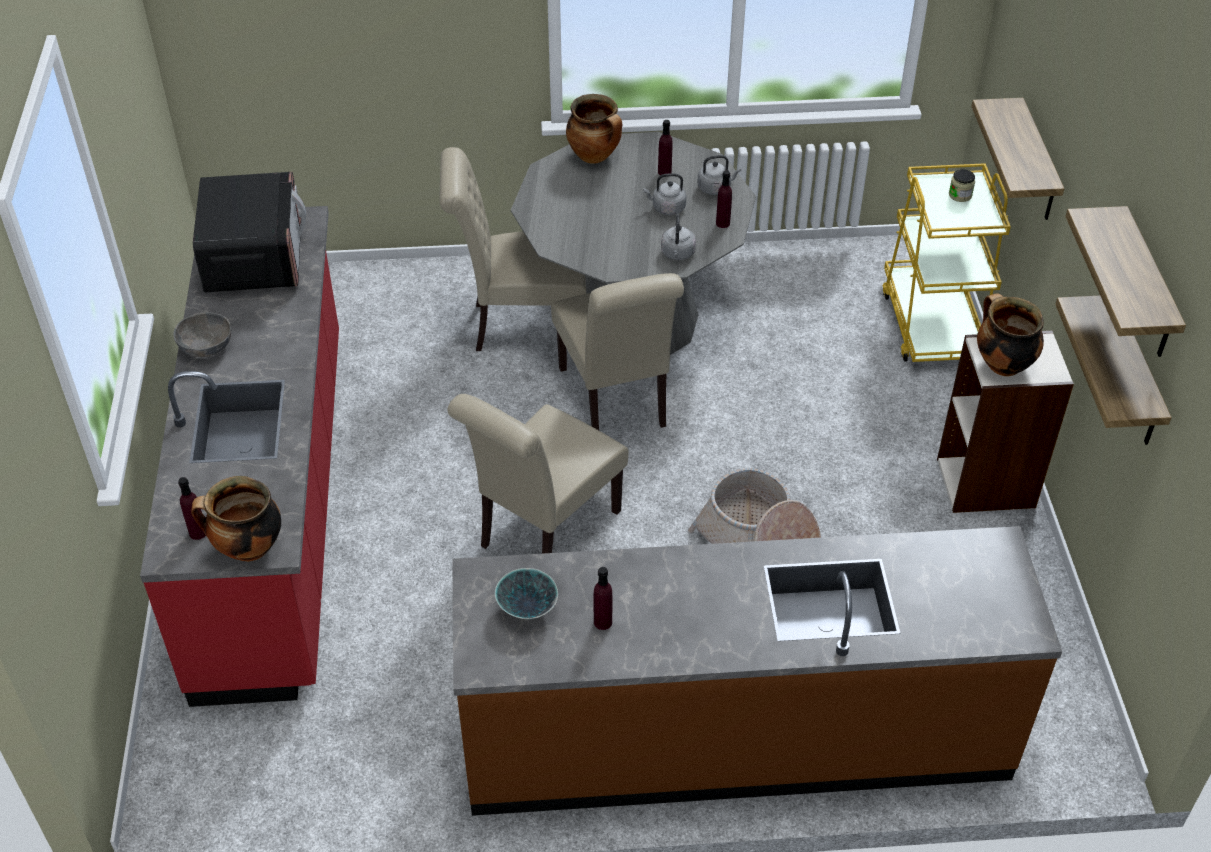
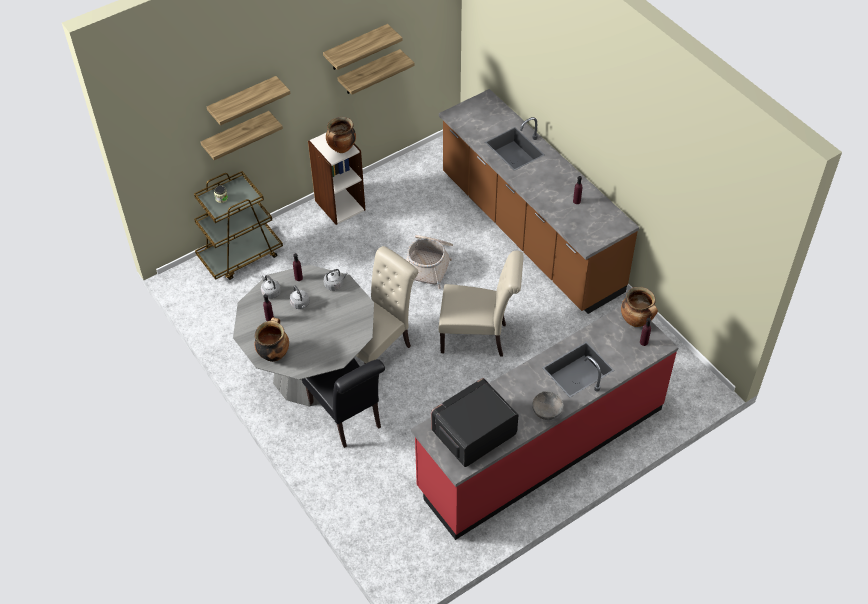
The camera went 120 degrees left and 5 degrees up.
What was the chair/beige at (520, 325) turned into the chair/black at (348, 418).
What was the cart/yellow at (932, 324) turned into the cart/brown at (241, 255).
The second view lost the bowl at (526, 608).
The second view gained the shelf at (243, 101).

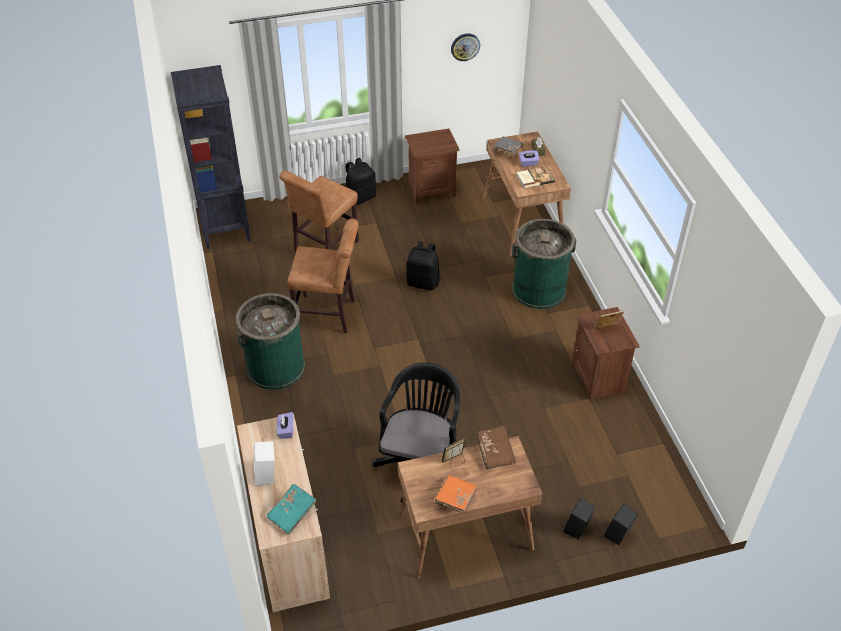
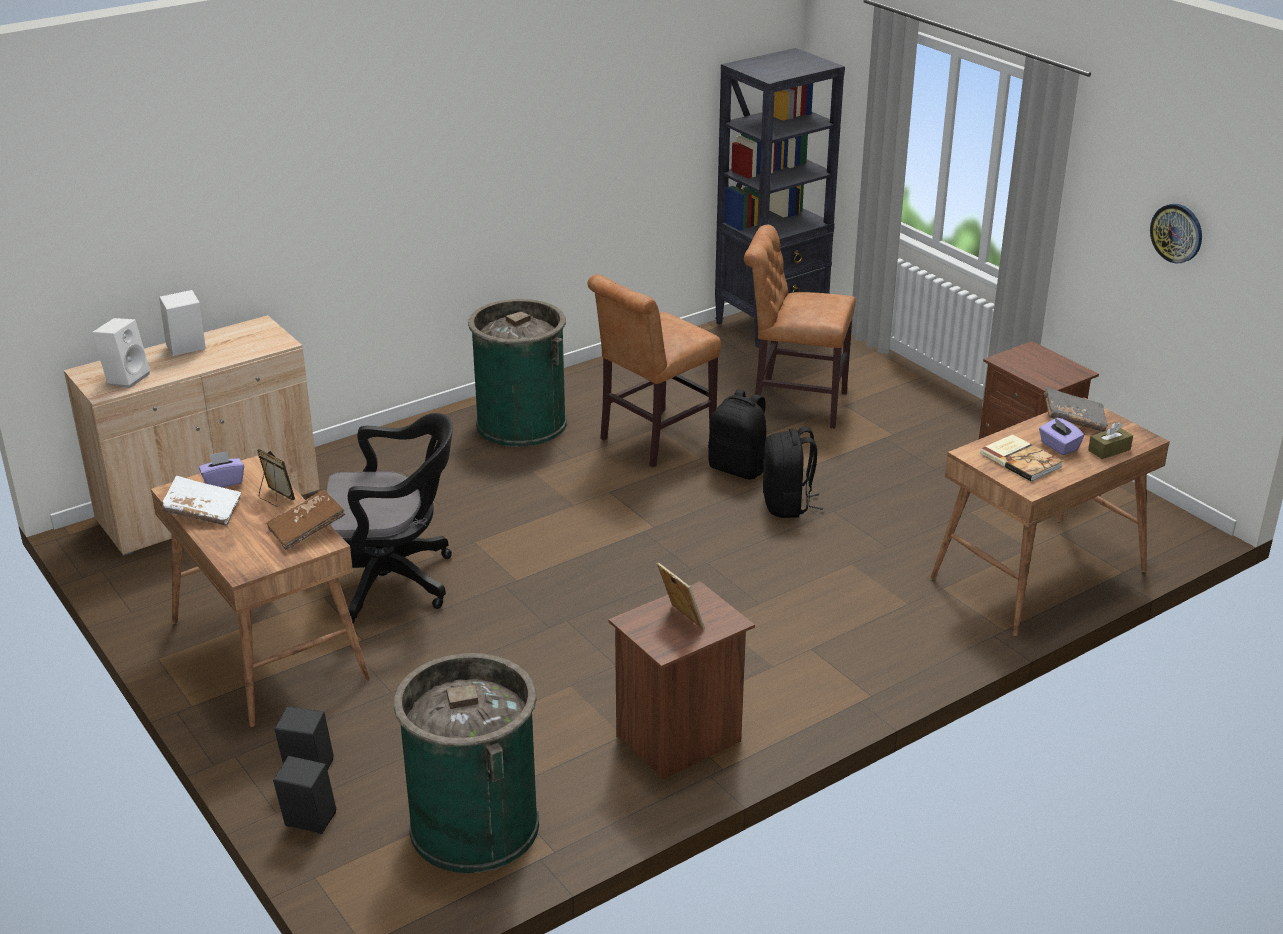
The camera went 70 degrees right and 15 degrees down.
The backpack/black ended up elsewhere, having gone from (360, 197) to (739, 468).
The chair/brown at (329, 315) ended up facing another way, 60 degrees clockwise from before.
The trash can/green ended up elsewhere, having gone from (539, 289) to (474, 826).
The tissue box/purple ended up elsewhere, having gone from (286, 430) to (223, 482).
What was the book/orange at (455, 498) turned into the book/white at (203, 511).
Where the book/turquoise stood at (292, 513), the speaker/white came to stand at (126, 378).

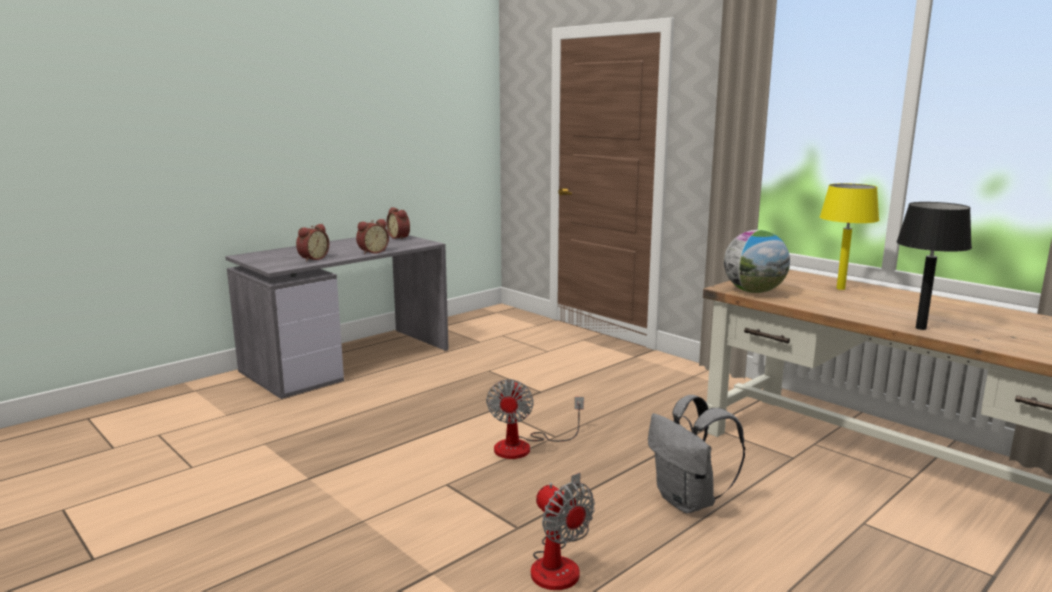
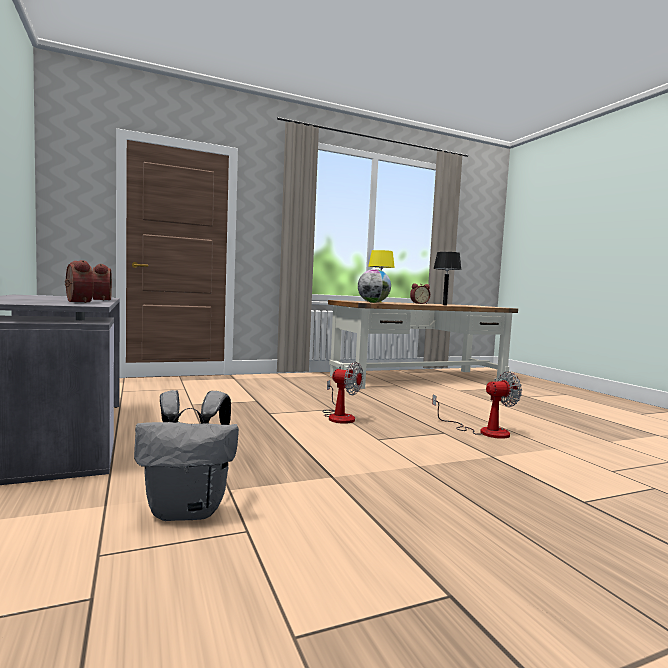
The camera went 70 degrees left and 10 degrees down.
The alarm clock ended up elsewhere, having gone from (400, 237) to (419, 303).
The backpack/grey ended up elsewhere, having gone from (688, 502) to (189, 510).

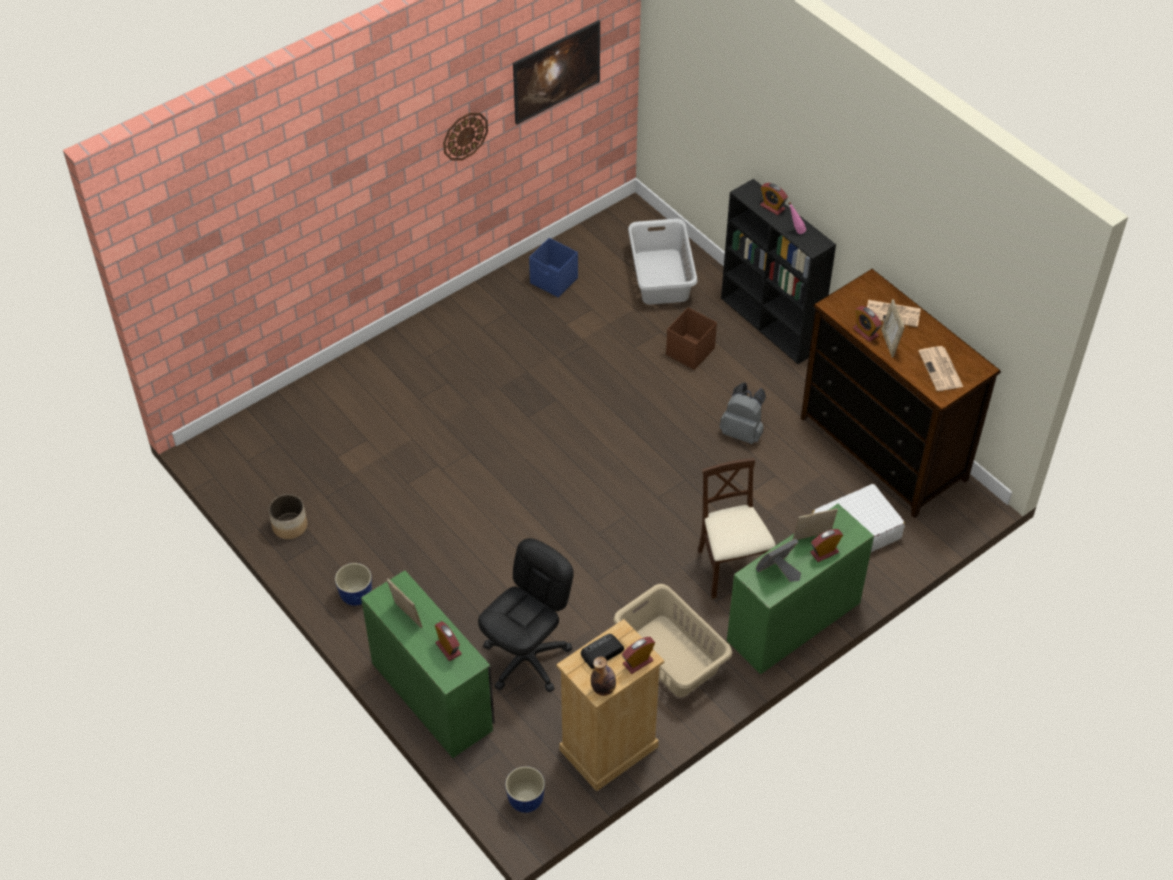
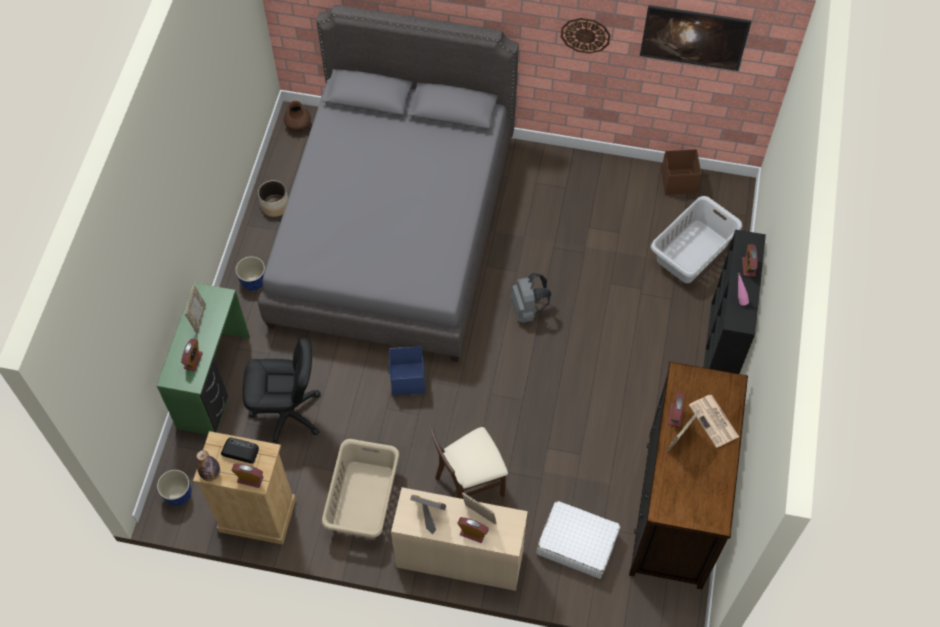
The camera went 50 degrees right and 10 degrees up.
The storage box/blue ended up elsewhere, having gone from (554, 281) to (407, 380).
The storage box/brown ended up elsewhere, having gone from (689, 352) to (677, 181).
The second view lost the newspaper at (941, 369).
The backpack/grey ended up elsewhere, having gone from (743, 432) to (527, 309).
The chair/beige at (731, 569) ended up facing another way, 150 degrees counterclockwise from before.
What was the desk/green at (792, 621) turned into the desk/beige at (460, 556).
The second view gained the bed/grey at (393, 230).
The second view gained the vase/brown at (298, 126).

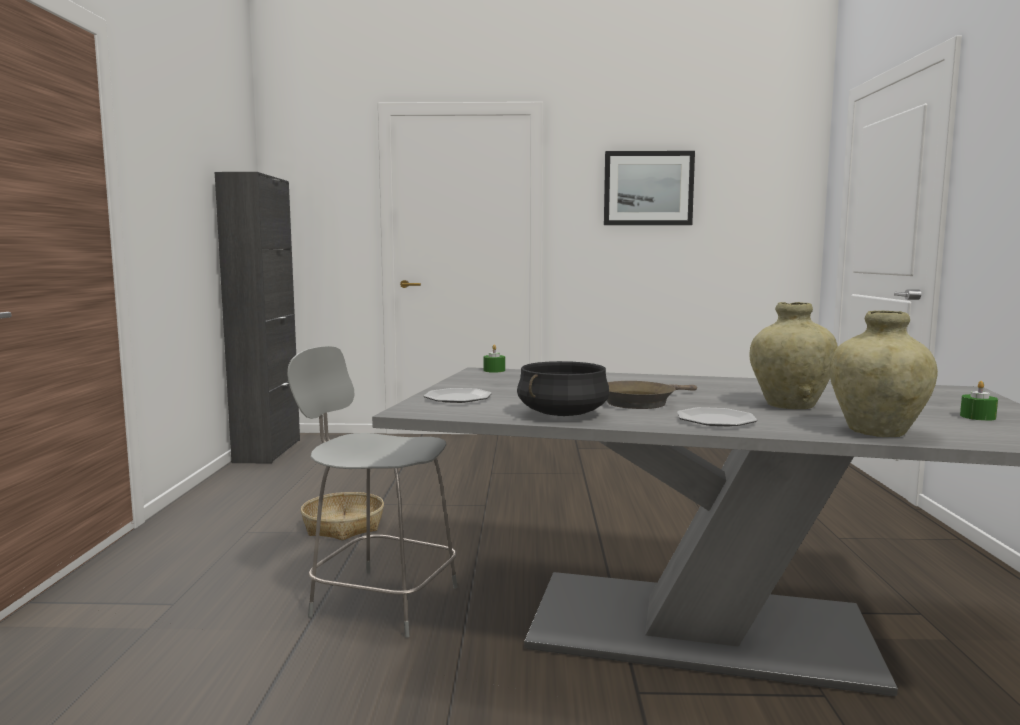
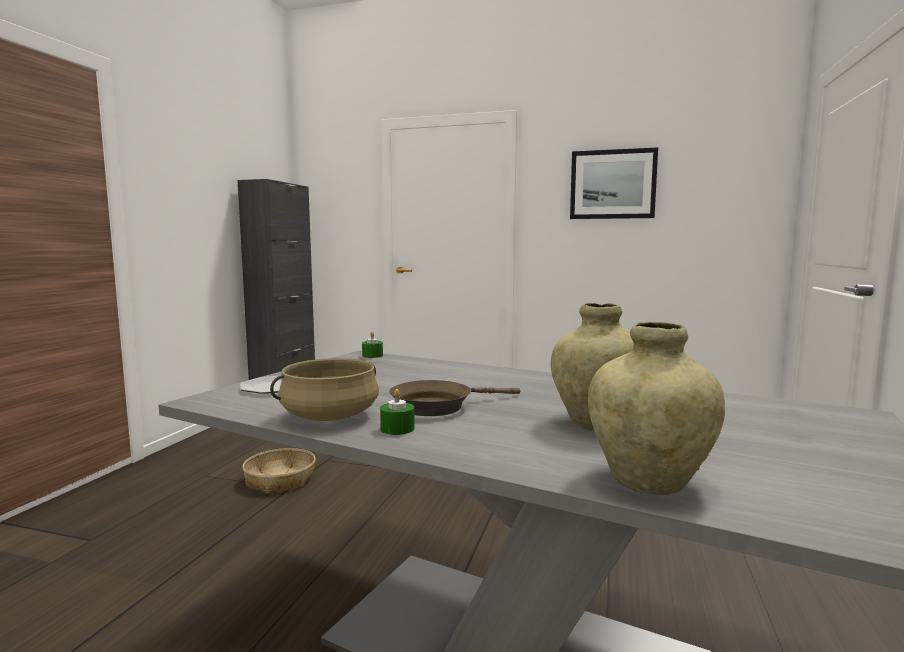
The camera went 15 degrees right and 0 degrees up.
The second view lost the chair/grey at (380, 600).
What was the cooking pot/black at (562, 414) turned into the cooking pot/beige at (330, 416).
The candle/green ended up elsewhere, having gone from (977, 417) to (397, 429).
The second view lost the plate at (715, 420).

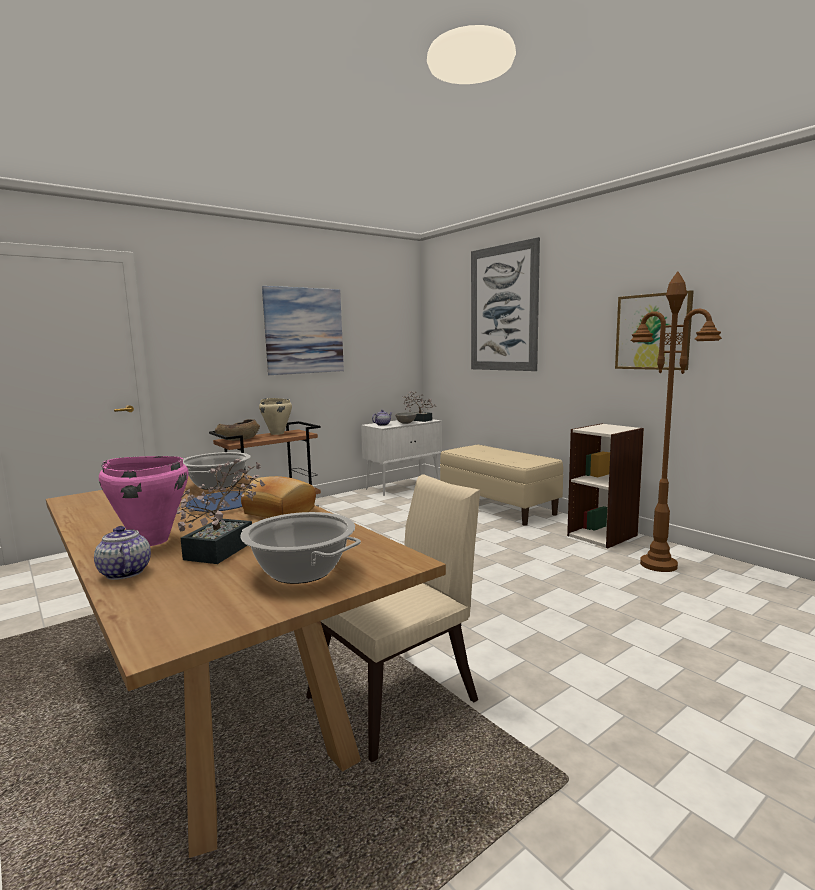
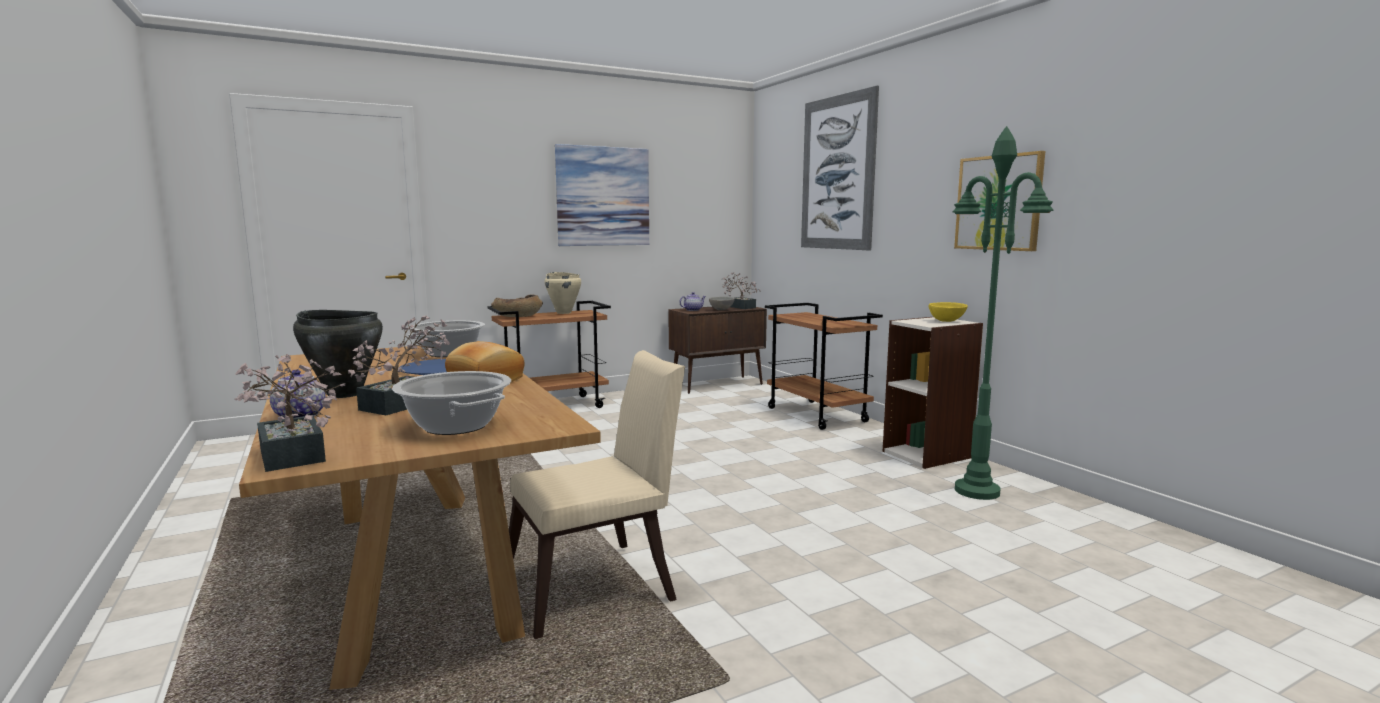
The camera went 10 degrees right and 0 degrees up.
What was the floor lamp/brown at (659, 565) turned into the floor lamp/green at (977, 491).
What was the cabinet/white at (404, 486) turned into the cabinet/brown at (717, 385).
Where the bench/beige stood at (499, 507), the cart/brown came to stand at (817, 415).
What was the cooking pot/pink at (151, 541) turned into the cooking pot/black at (344, 394).
The second view gained the bowl/yellow at (947, 321).
The second view gained the potted plant at (292, 458).

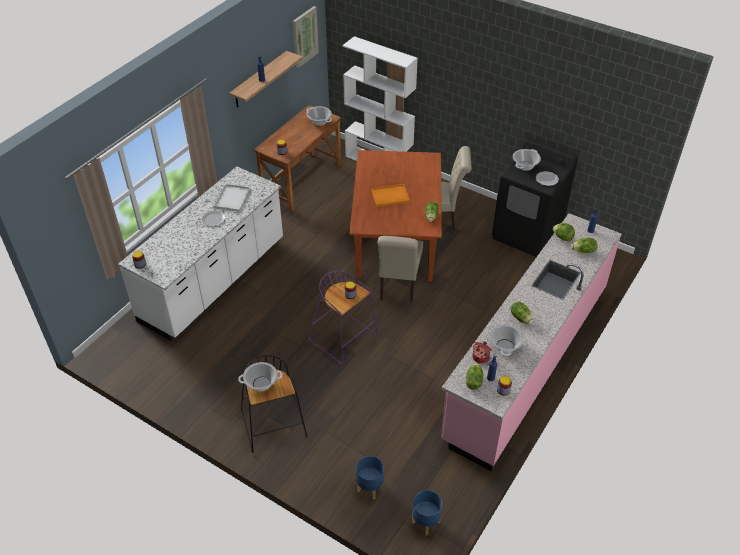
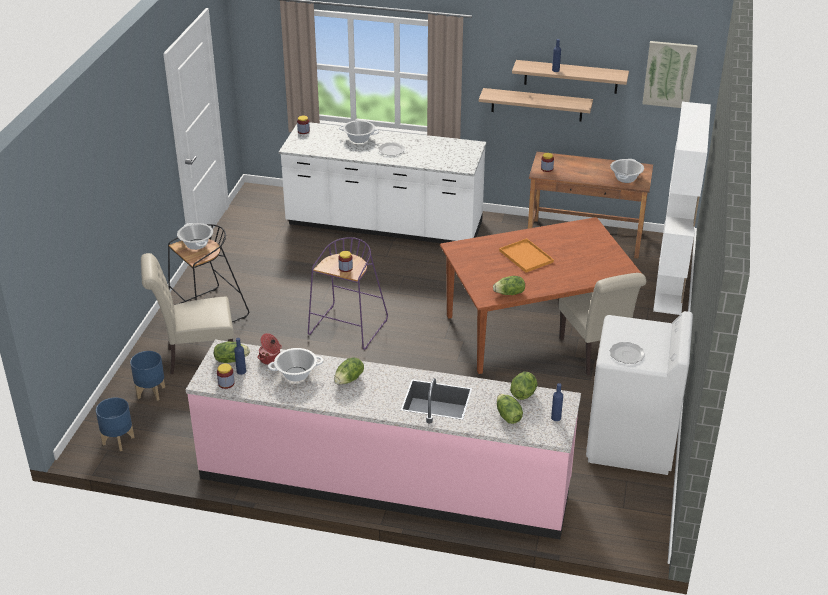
The camera went 70 degrees right and 10 degrees down.
What was the washing machine/black at (527, 233) turned into the washing machine/white at (631, 442).
The cooking pot ended up elsewhere, having gone from (525, 166) to (359, 139).
The second view lost the tray/white at (232, 199).
The chair/beige ended up elsewhere, having gone from (398, 286) to (196, 357).
The second view gained the shelf at (537, 104).

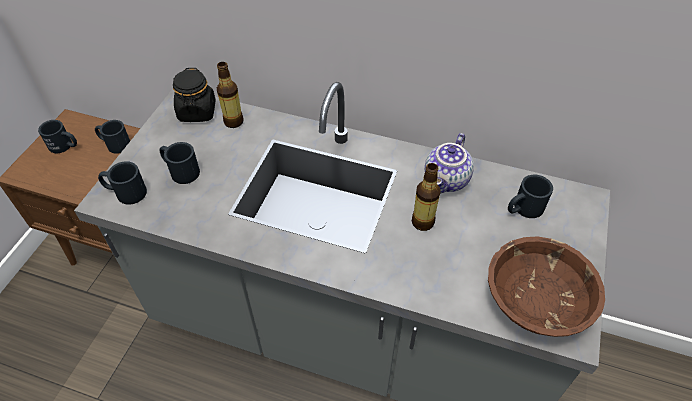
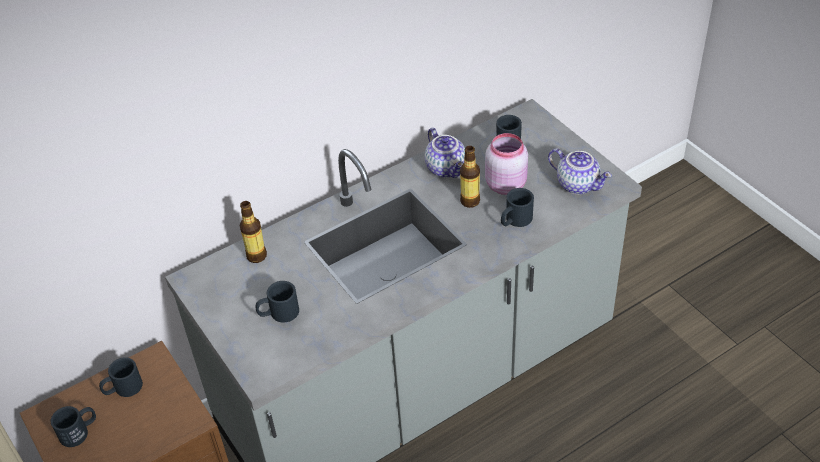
The camera went 50 degrees left and 5 degrees down.
The second view lost the jar/black at (197, 112).
The mug/black ended up elsewhere, having gone from (125, 192) to (515, 220).
Where the bowl/brown stood at (536, 300), the teapot came to stand at (578, 184).
The second view gained the jar/pink at (505, 184).

